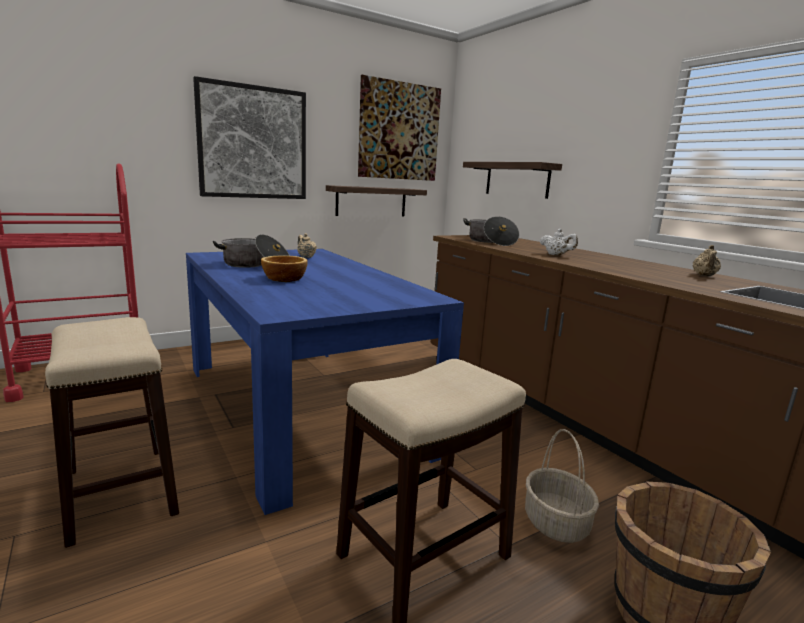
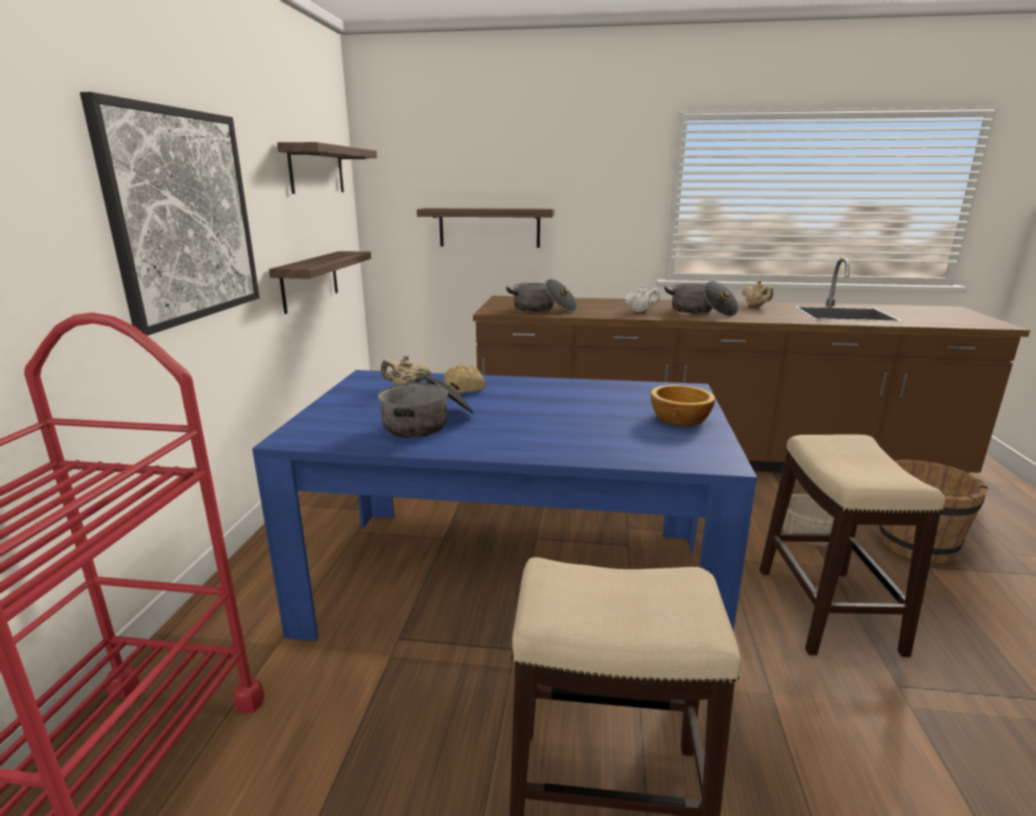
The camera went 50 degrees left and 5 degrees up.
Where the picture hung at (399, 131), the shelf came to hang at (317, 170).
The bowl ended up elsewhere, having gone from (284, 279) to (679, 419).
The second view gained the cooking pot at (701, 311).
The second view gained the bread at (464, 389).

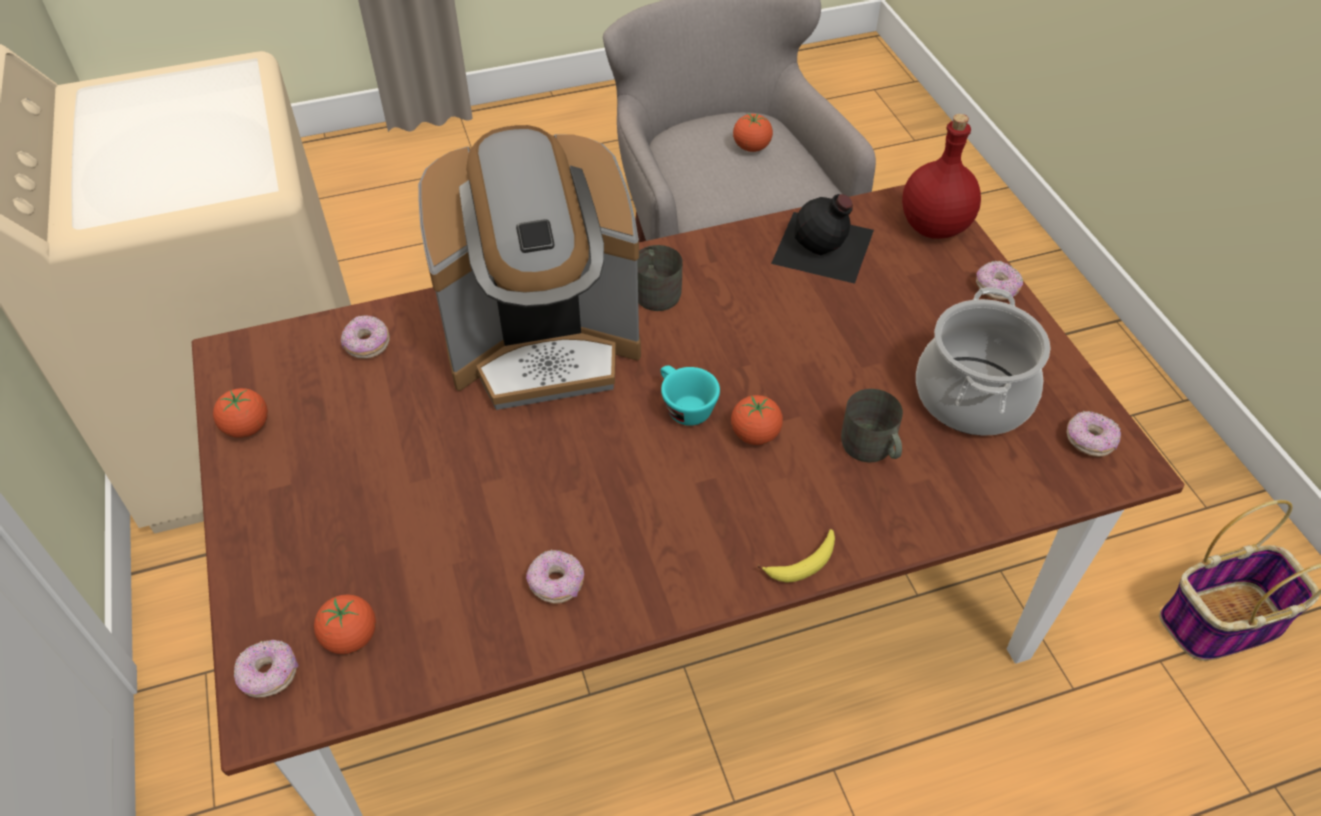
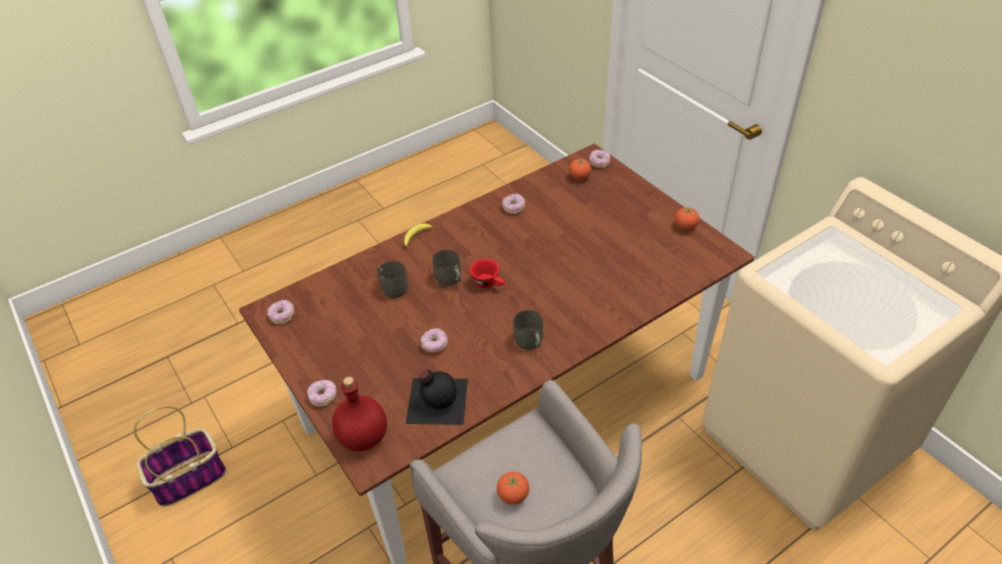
The camera went 165 degrees right and 5 degrees down.
The second view lost the coffee machine at (543, 344).
The second view lost the cooking pot at (973, 397).
The donut ended up elsewhere, having gone from (367, 345) to (435, 345).
What was the cup/turquoise at (683, 407) turned into the cup/red at (489, 283).
Where the tomato stood at (755, 435), the mug/grey came to stand at (450, 279).

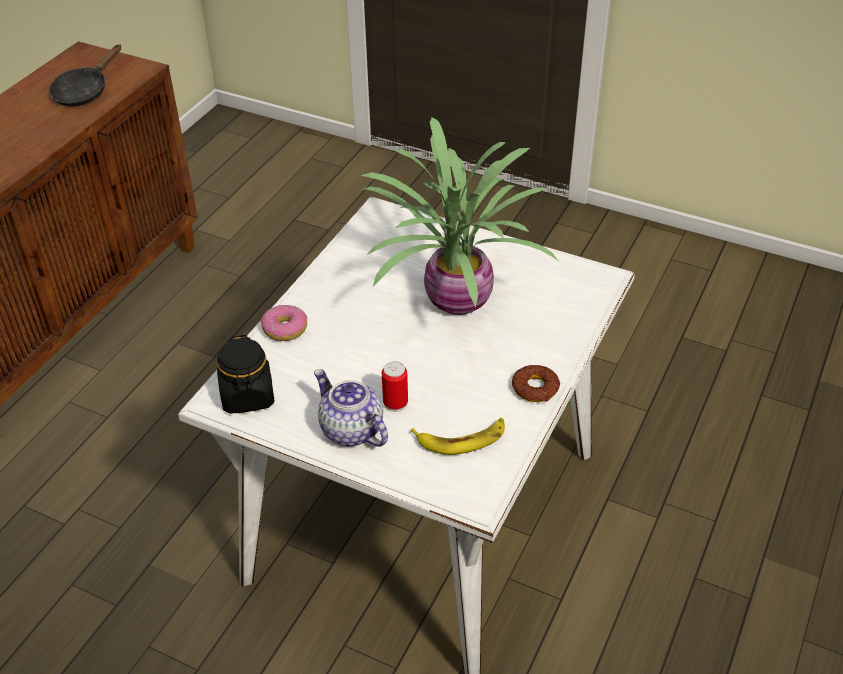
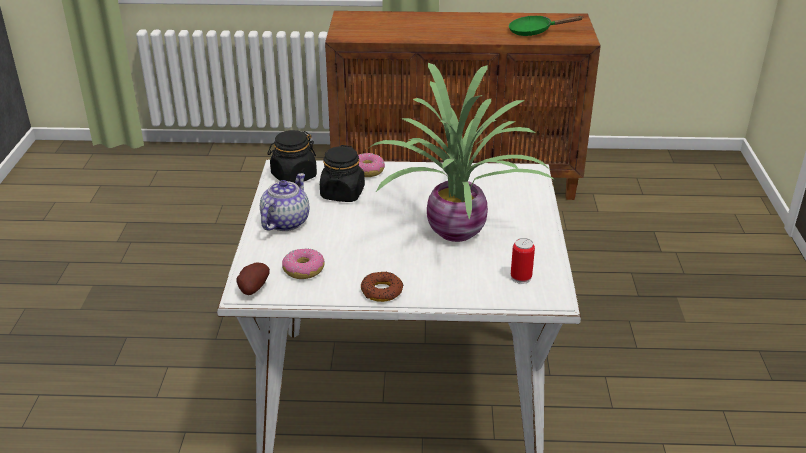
The camera went 65 degrees right and 10 degrees down.
What was the frying pan/black at (84, 91) turned into the frying pan/green at (534, 32).
The can ended up elsewhere, having gone from (395, 403) to (521, 277).
Where the banana stood at (461, 439), the donut came to stand at (304, 270).
The second view gained the jar/black at (342, 193).
The second view gained the potato at (252, 289).

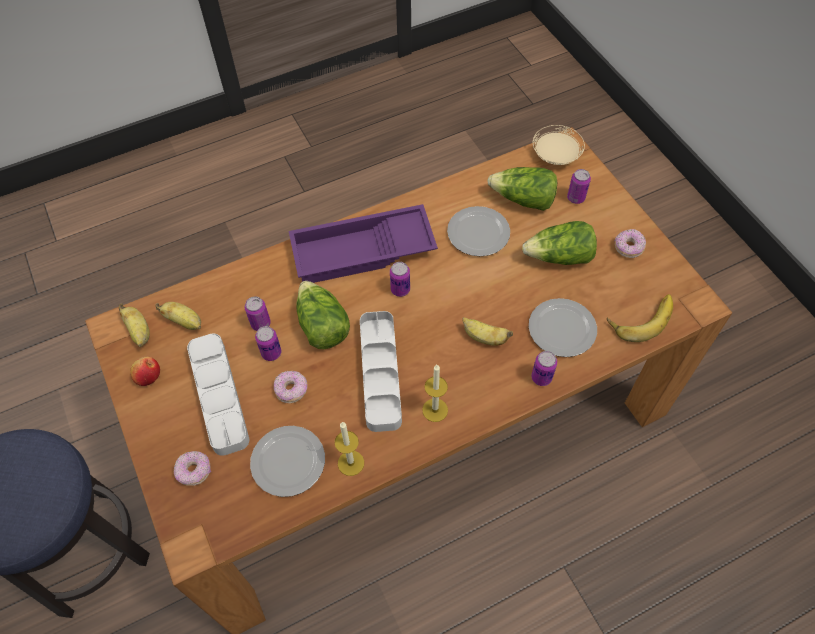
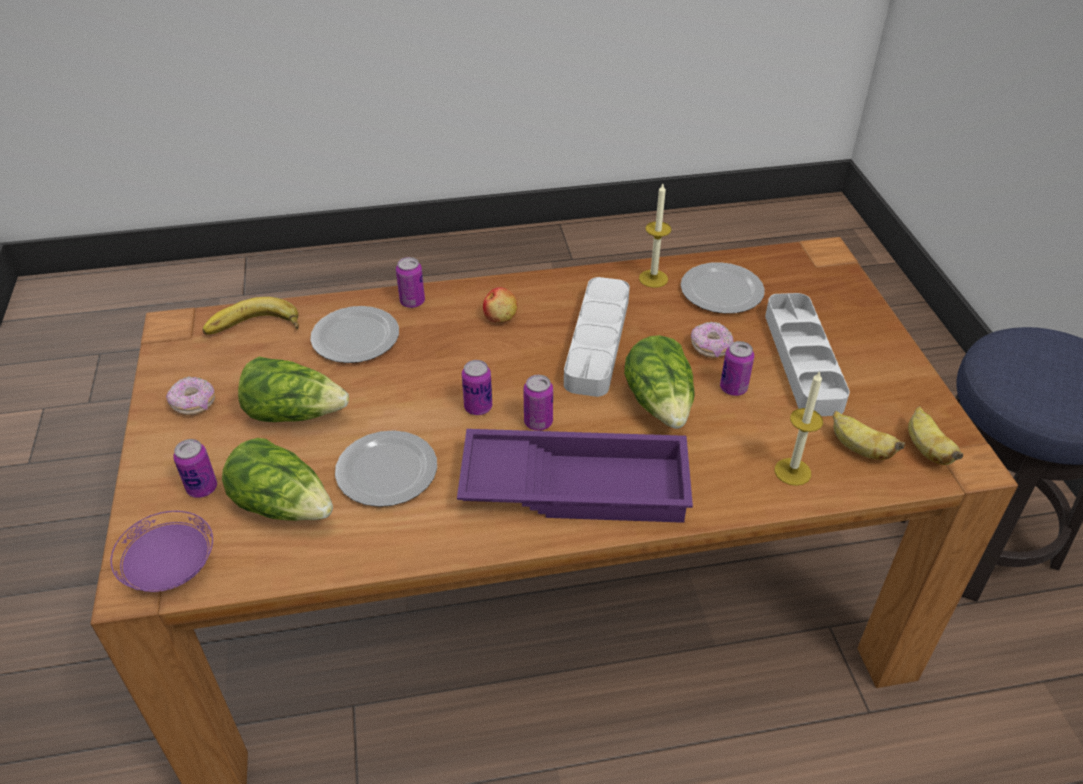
The camera went 165 degrees left and 15 degrees down.
What was the plate/beige at (556, 156) turned into the plate/purple at (170, 568).
The can ended up elsewhere, having gone from (260, 324) to (478, 407).
The second view lost the banana at (484, 338).
The apple ended up elsewhere, having gone from (148, 376) to (501, 317).
The candle ended up elsewhere, having gone from (435, 410) to (792, 471).
The second view lost the donut at (194, 471).

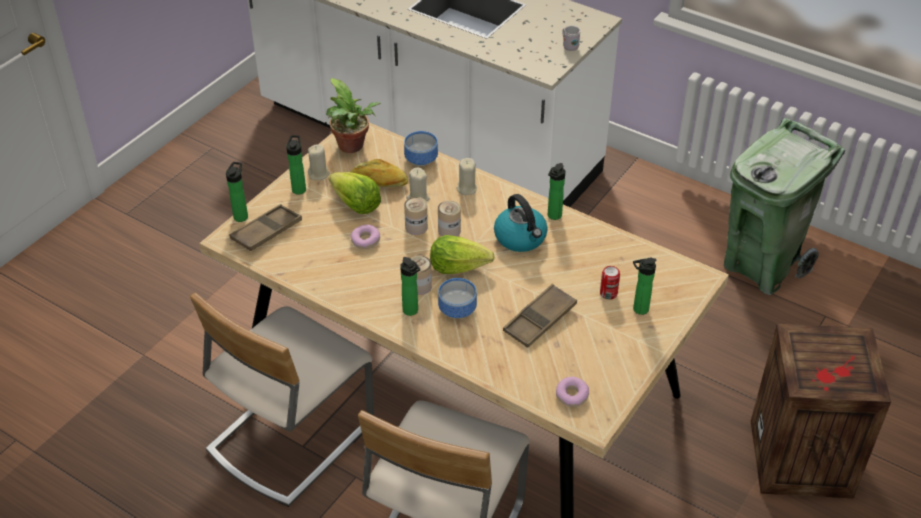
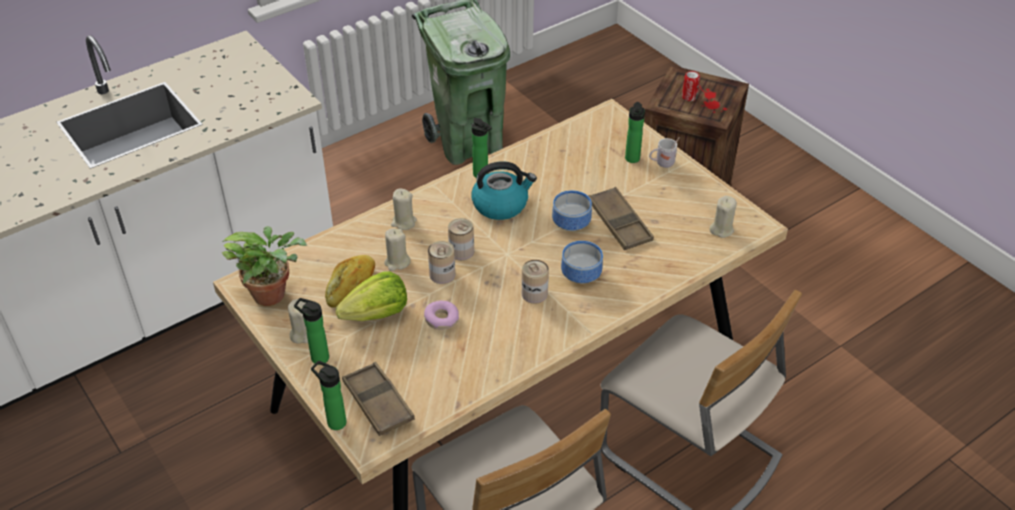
The camera went 70 degrees left and 0 degrees up.
The mug/white ended up elsewhere, having gone from (569, 46) to (662, 163).
The bowl ended up elsewhere, having gone from (420, 158) to (569, 223).
The second view lost the lettuce at (458, 266).
The second view lost the bottle at (411, 312).
The can ended up elsewhere, having gone from (608, 293) to (689, 97).
Where the donut stood at (571, 395), the candle/beige came to stand at (721, 229).

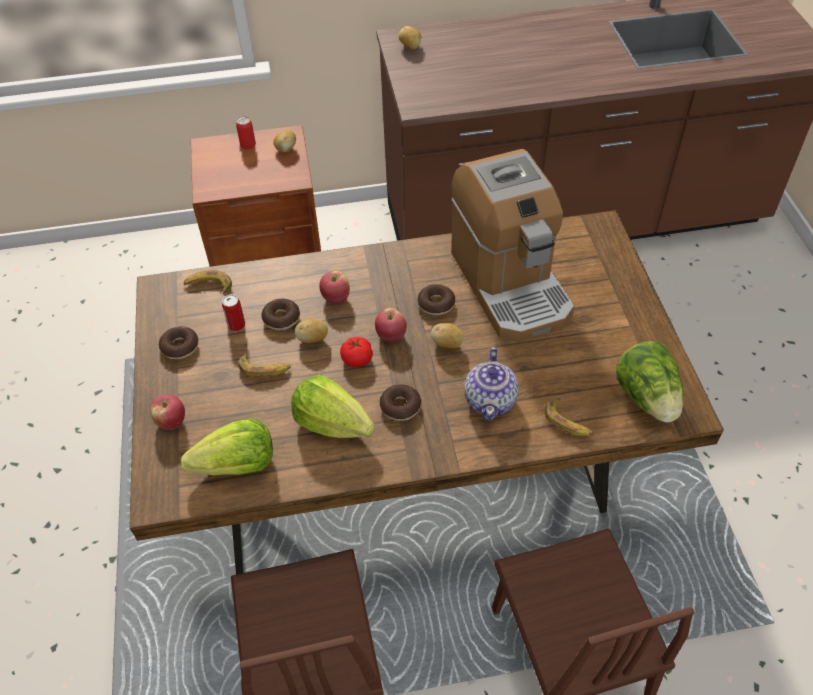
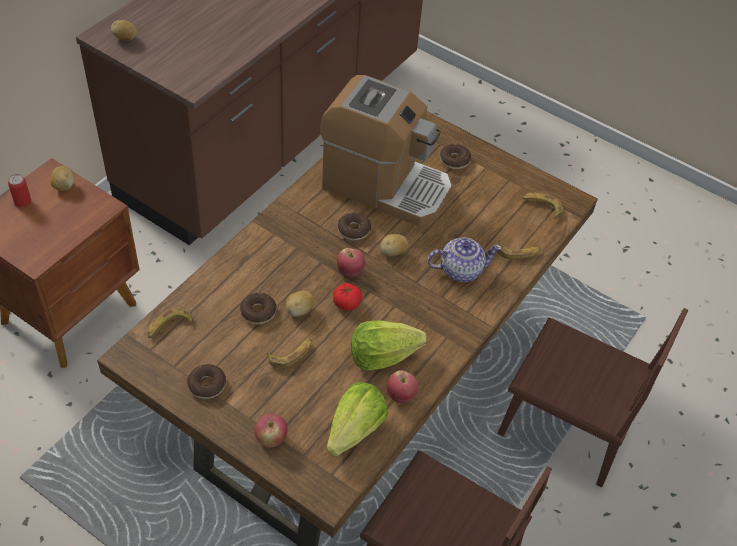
The camera went 50 degrees left and 0 degrees up.
The apple ended up elsewhere, having gone from (336, 298) to (401, 396).
The second view lost the can at (236, 325).
Where the lettuce stood at (647, 398), the banana came to stand at (542, 207).
The teapot at (491, 400) ended up facing another way, 60 degrees counterclockwise from before.
The donut ended up elsewhere, having gone from (400, 407) to (454, 160).

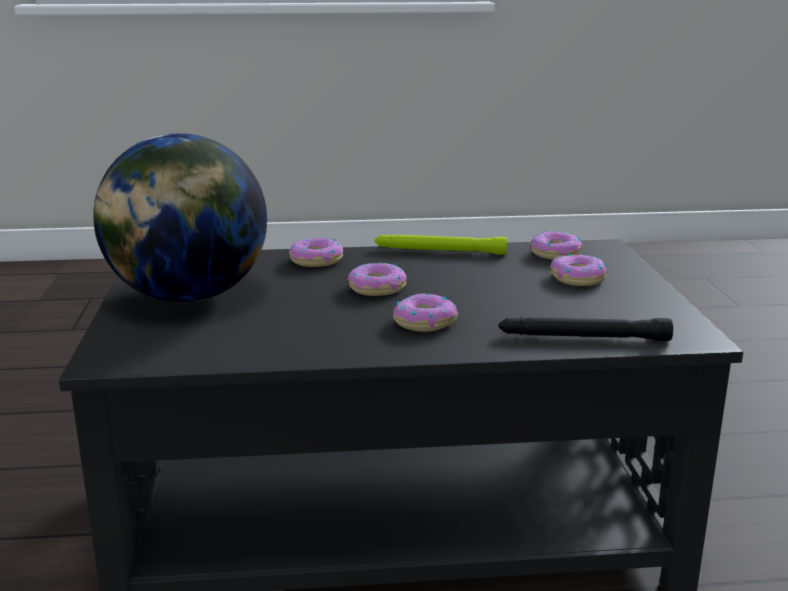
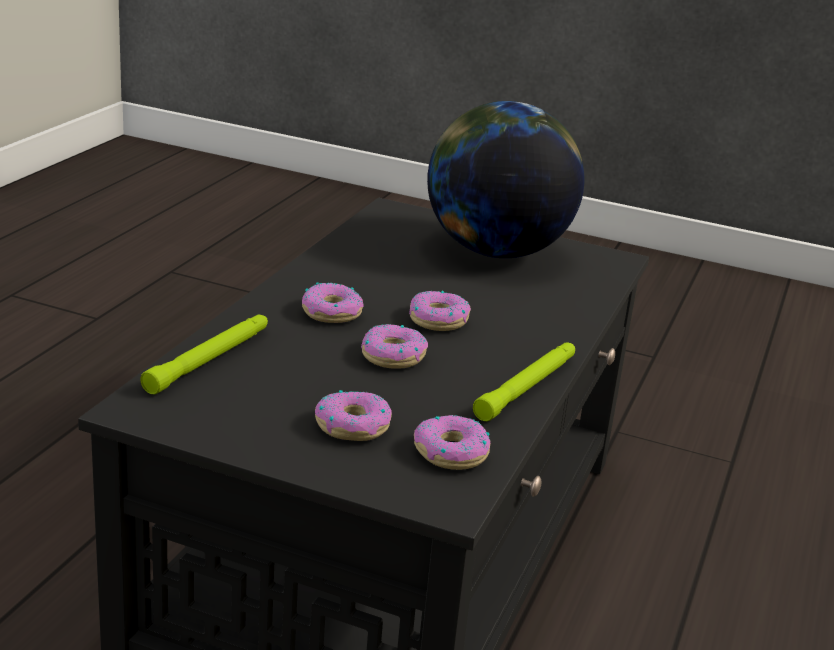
The camera went 115 degrees right and 5 degrees up.
The donut ended up elsewhere, having gone from (316, 261) to (393, 356).
What was the flashlight/black at (583, 337) turned into the flashlight/green at (210, 359).

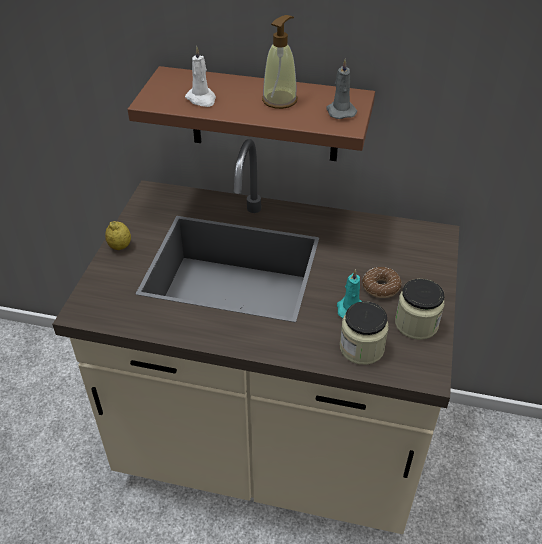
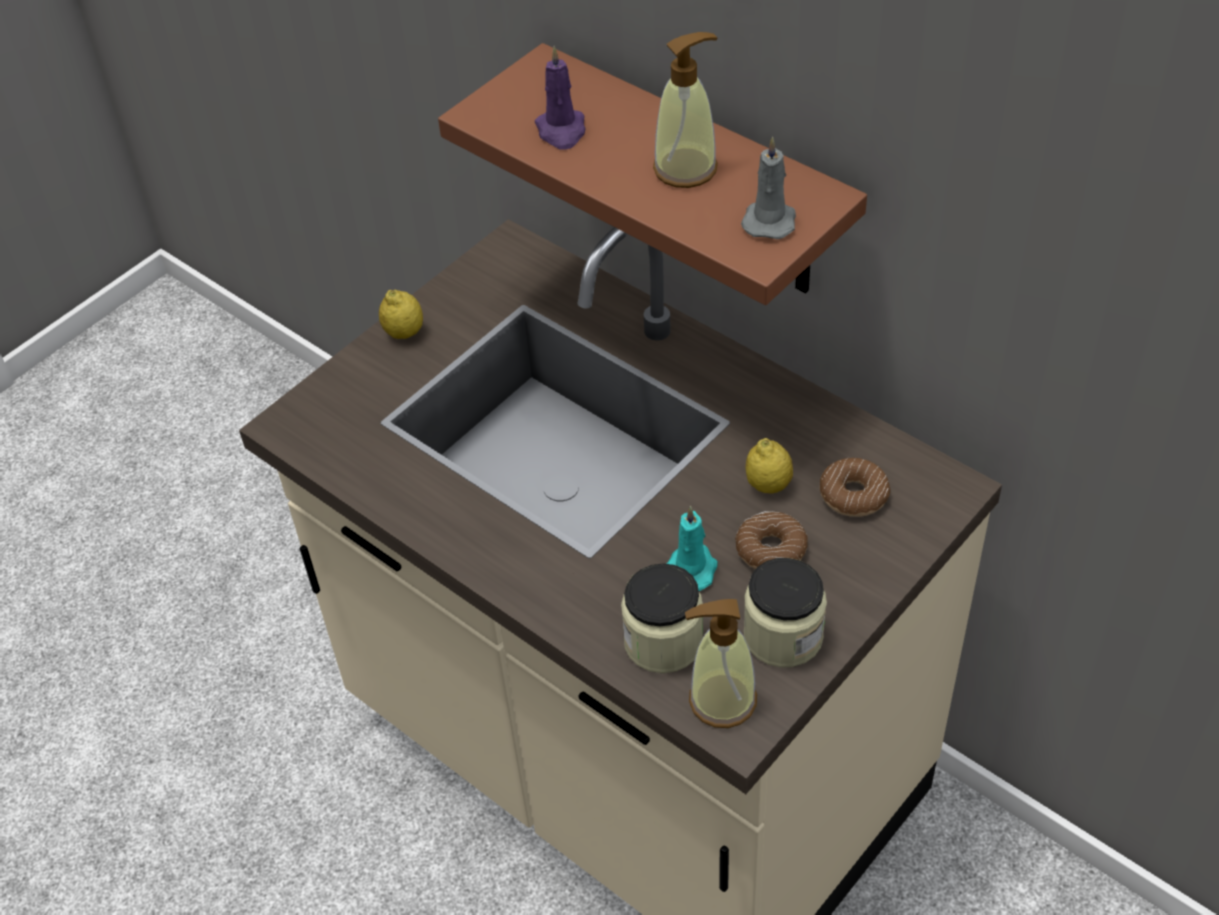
The camera went 30 degrees right and 5 degrees up.
What was the candle/white at (201, 99) turned into the candle/purple at (561, 131).
The second view gained the lemon at (768, 485).
The second view gained the donut at (853, 495).
The second view gained the soap dispenser at (722, 700).

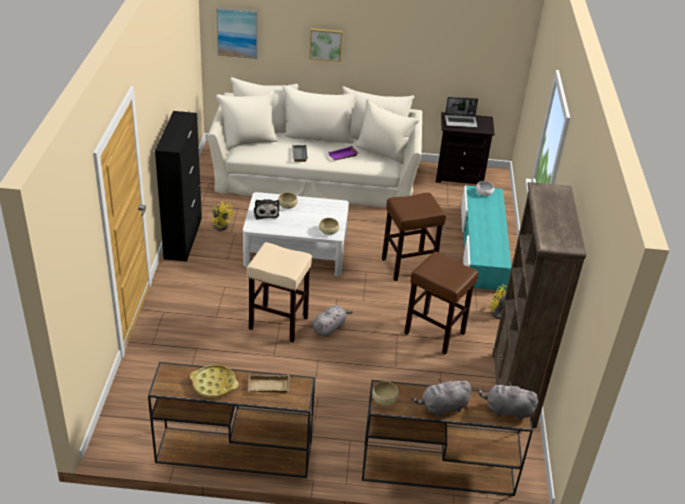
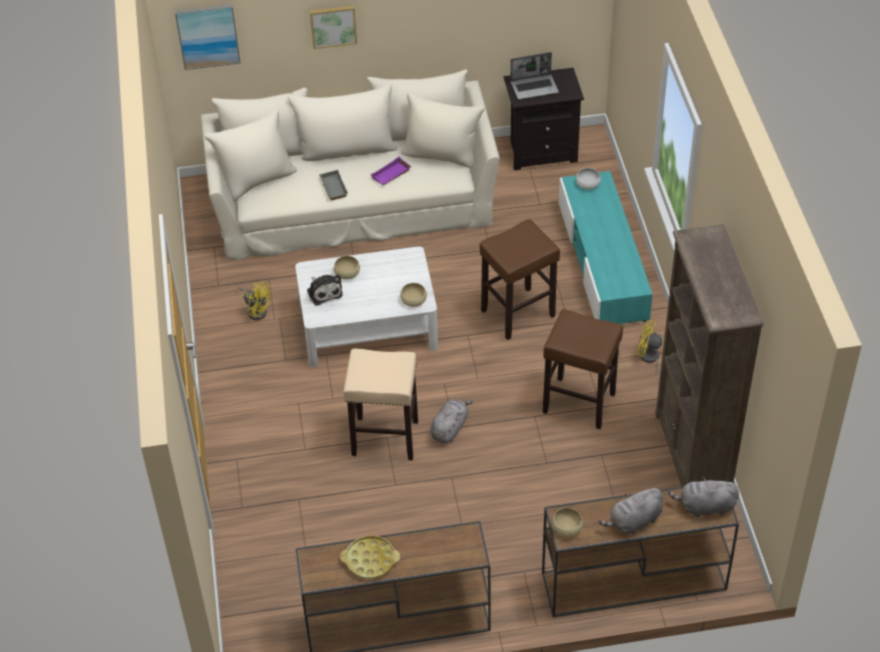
The camera went 10 degrees left and 10 degrees up.
The second view lost the cabinet/black at (183, 237).
The second view lost the tray/beige at (268, 387).

